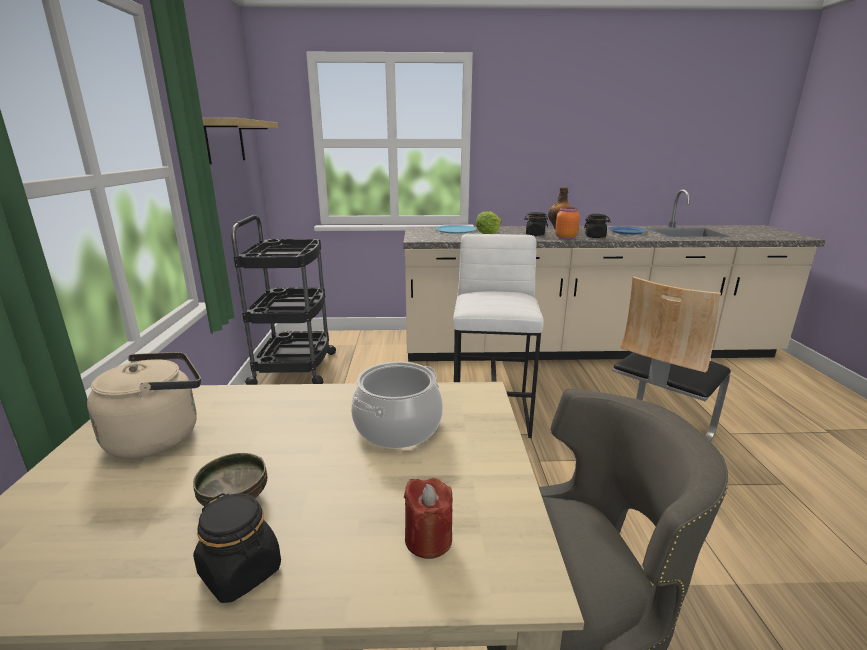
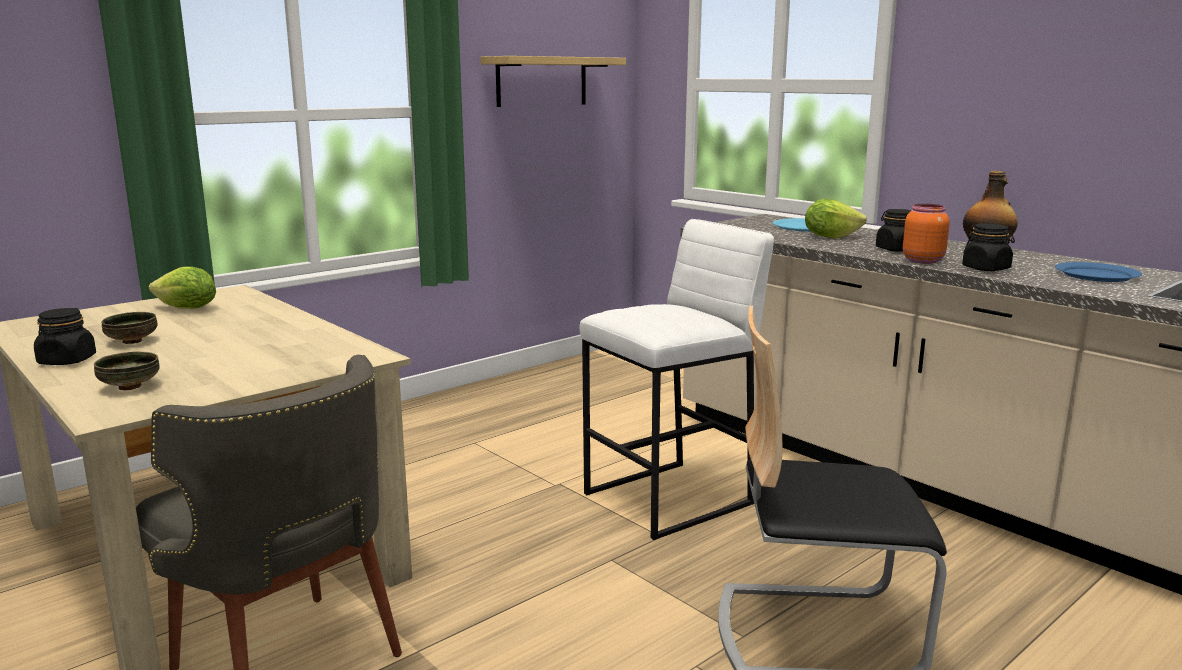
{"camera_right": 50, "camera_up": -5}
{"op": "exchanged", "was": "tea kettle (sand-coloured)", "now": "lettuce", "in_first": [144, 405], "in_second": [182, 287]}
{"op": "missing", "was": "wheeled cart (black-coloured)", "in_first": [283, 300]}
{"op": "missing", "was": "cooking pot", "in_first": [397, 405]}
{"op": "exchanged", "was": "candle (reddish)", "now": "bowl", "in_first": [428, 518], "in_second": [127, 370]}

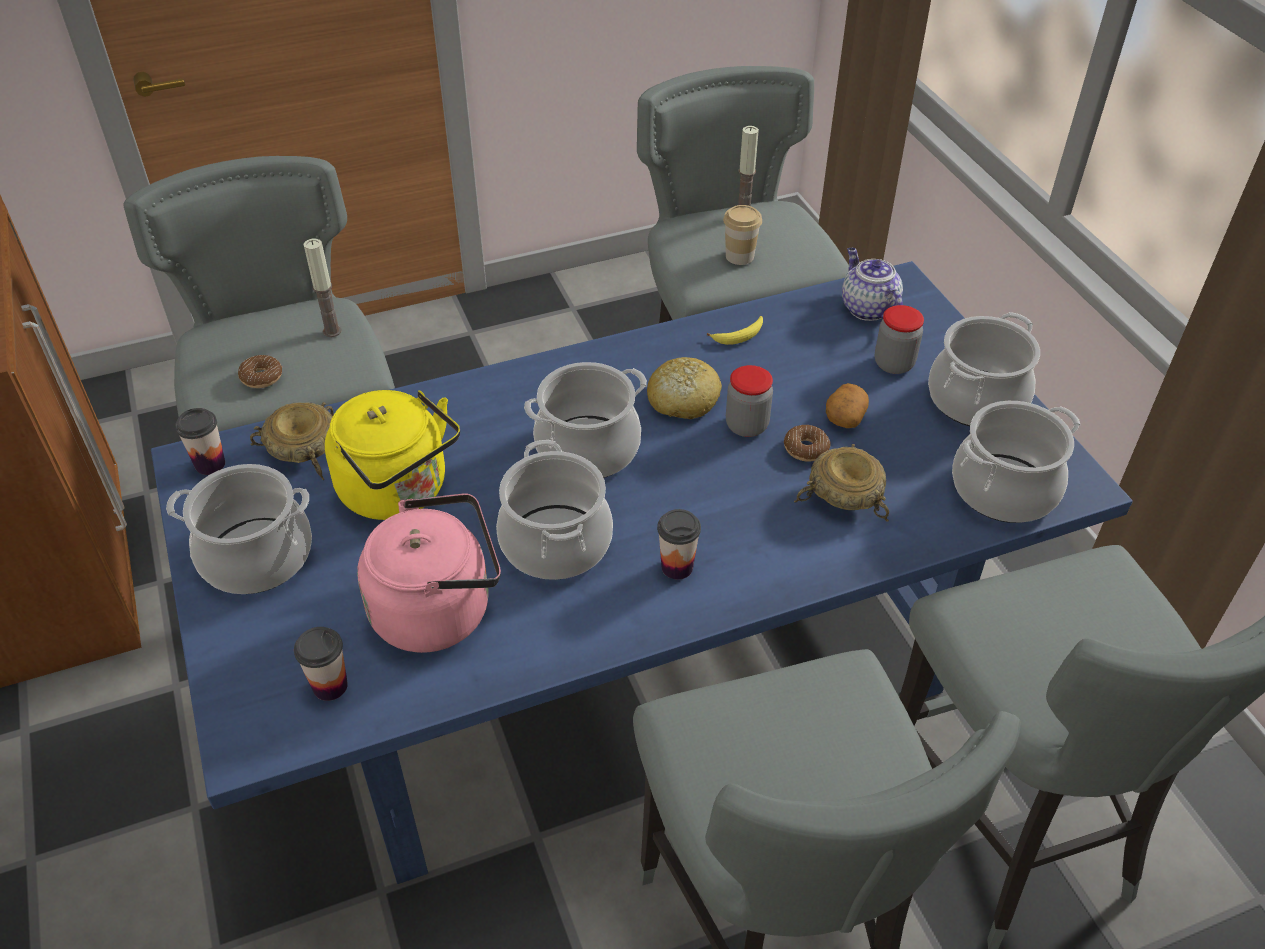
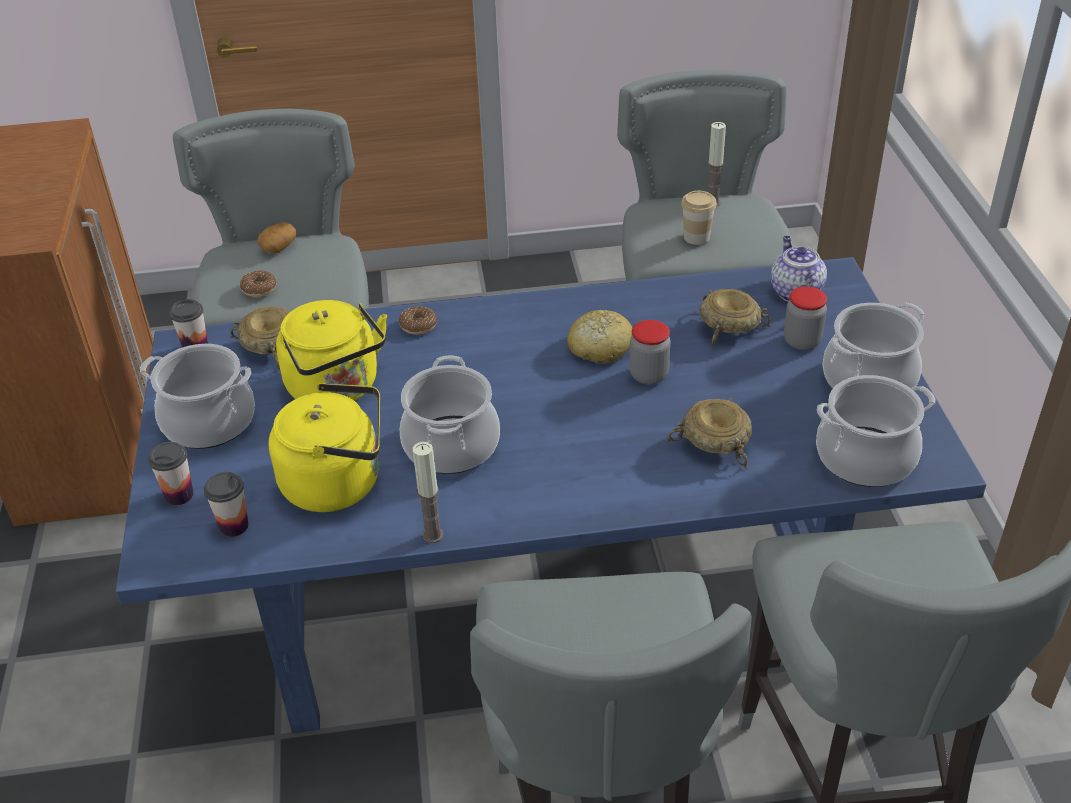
{"camera_right": 15, "camera_up": -5}
{"op": "relocated", "was": "candle", "in_first": [322, 288], "in_second": [428, 492]}
{"op": "colour", "was": "tea kettle (pink)", "now": "tea kettle (yellow-coloured)", "in_first": [429, 573], "in_second": [324, 447]}
{"op": "missing", "was": "cooking pot", "in_first": [585, 420]}
{"op": "relocated", "was": "drinking cup", "in_first": [679, 544], "in_second": [170, 473]}
{"op": "missing", "was": "banana", "in_first": [735, 330]}
{"op": "relocated", "was": "doughnut", "in_first": [807, 443], "in_second": [418, 320]}
{"op": "relocated", "was": "spud", "in_first": [847, 405], "in_second": [276, 238]}
{"op": "appeared", "now": "bowl (sand-coloured)", "in_second": [735, 319]}

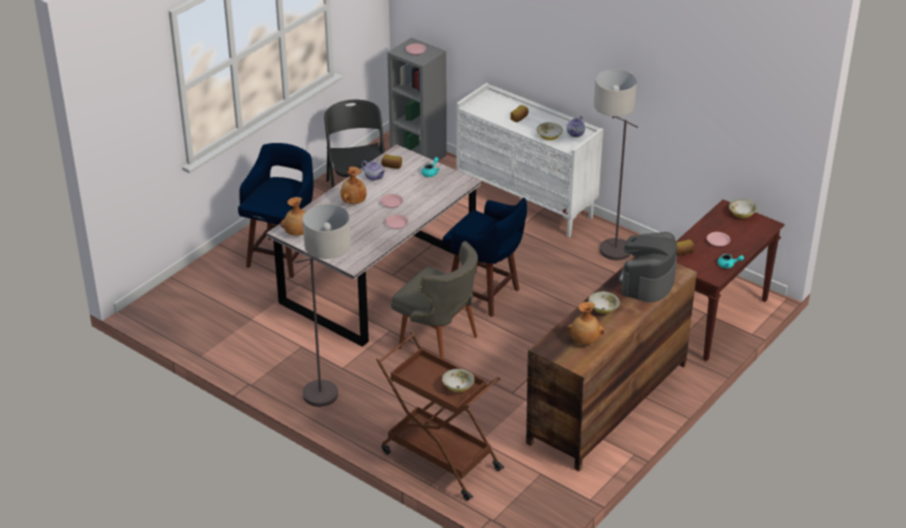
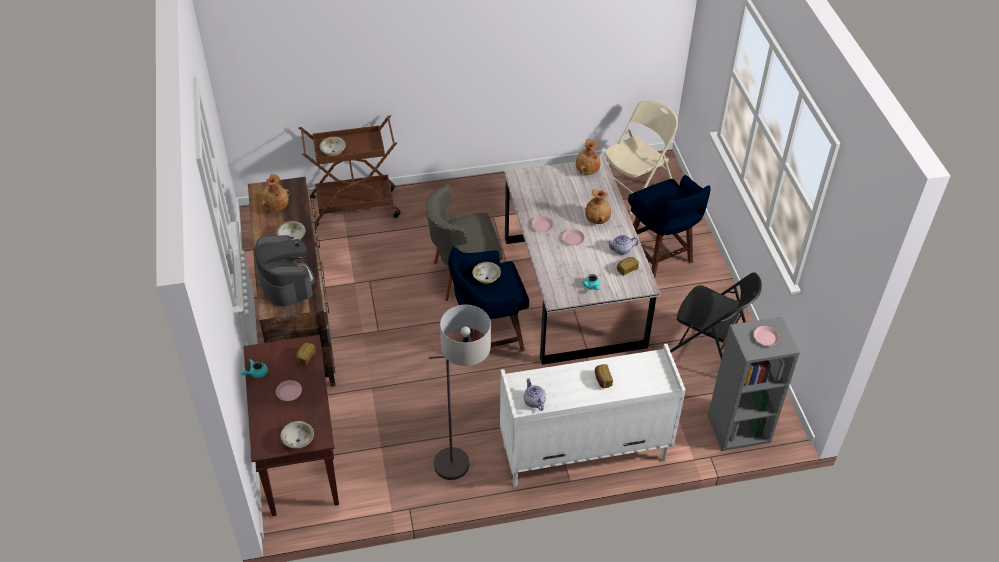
{"camera_right": 130, "camera_up": 10}
{"op": "missing", "was": "standing lamp (gray)", "in_first": [322, 305]}
{"op": "relocated", "was": "bowl", "in_first": [549, 131], "in_second": [486, 273]}
{"op": "appeared", "now": "upright chair (sand-coloured)", "in_second": [641, 157]}

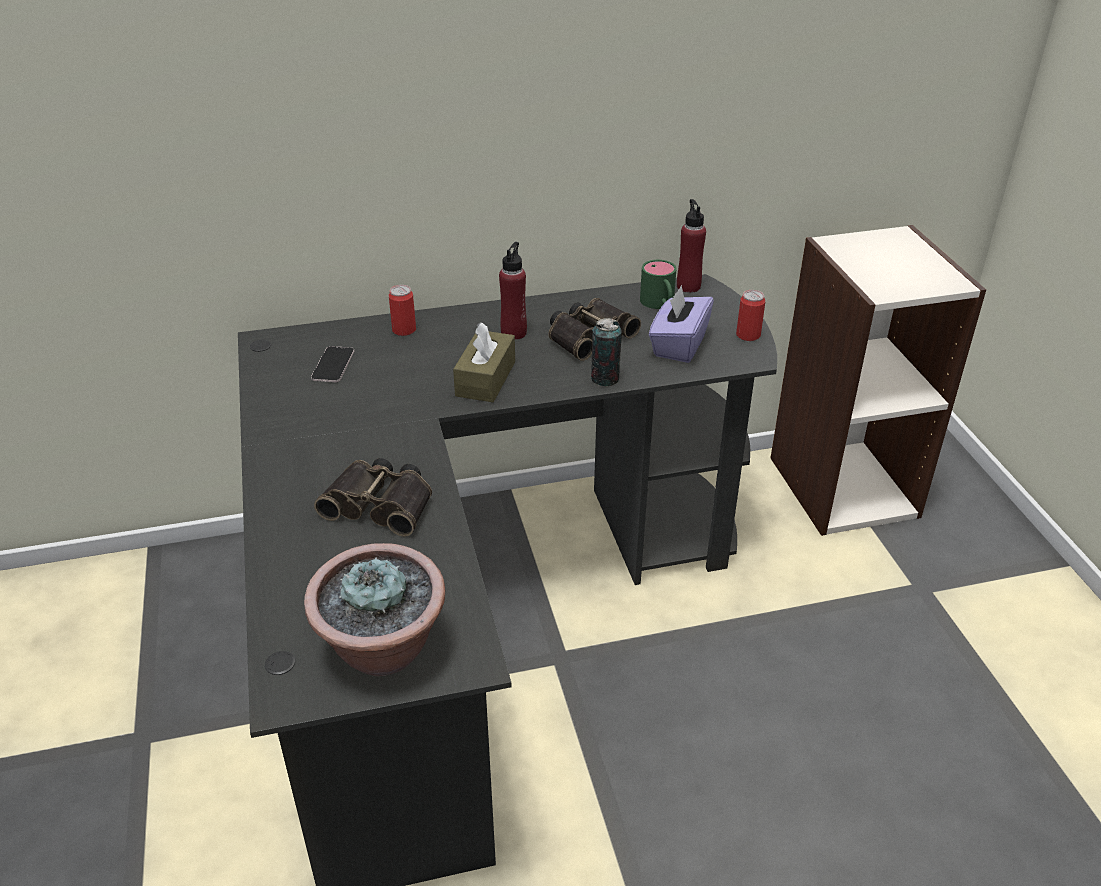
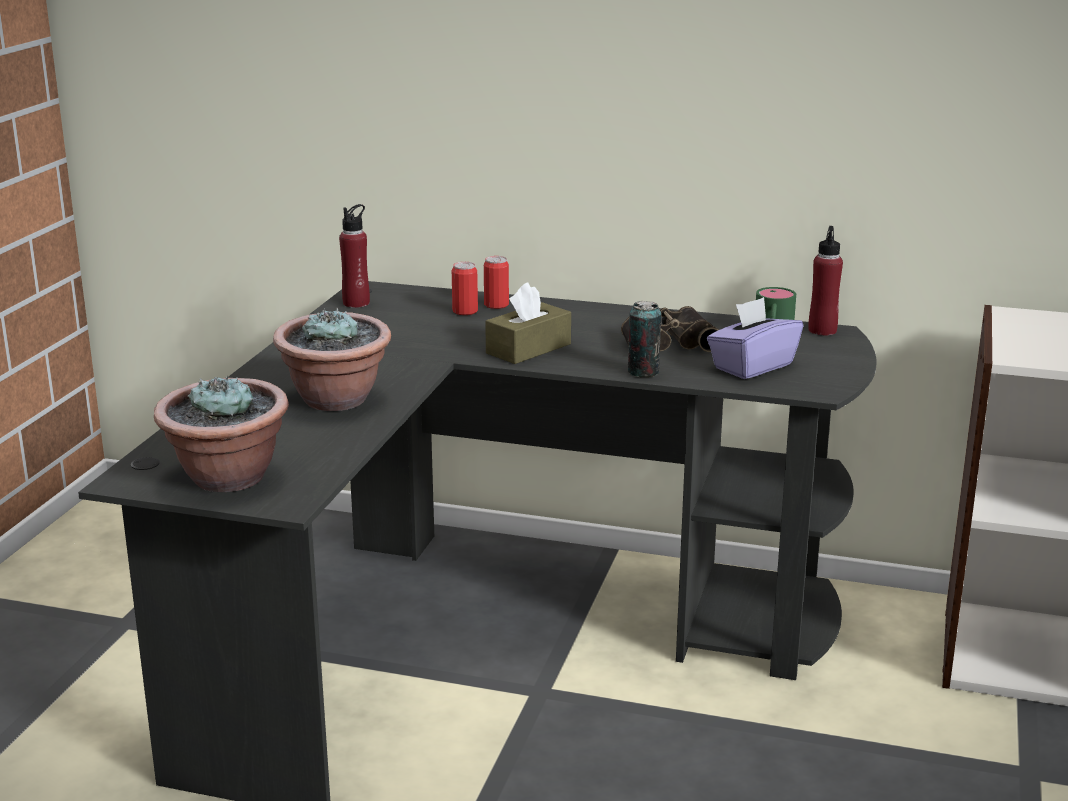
{"camera_right": 30, "camera_up": -15}
{"op": "missing", "was": "telephone", "in_first": [332, 364]}
{"op": "exchanged", "was": "field glasses", "now": "plant in a pot", "in_first": [373, 497], "in_second": [332, 359]}
{"op": "relocated", "was": "beverage bottle (reddish)", "in_first": [513, 291], "in_second": [354, 256]}
{"op": "relocated", "was": "metal can", "in_first": [750, 315], "in_second": [465, 288]}

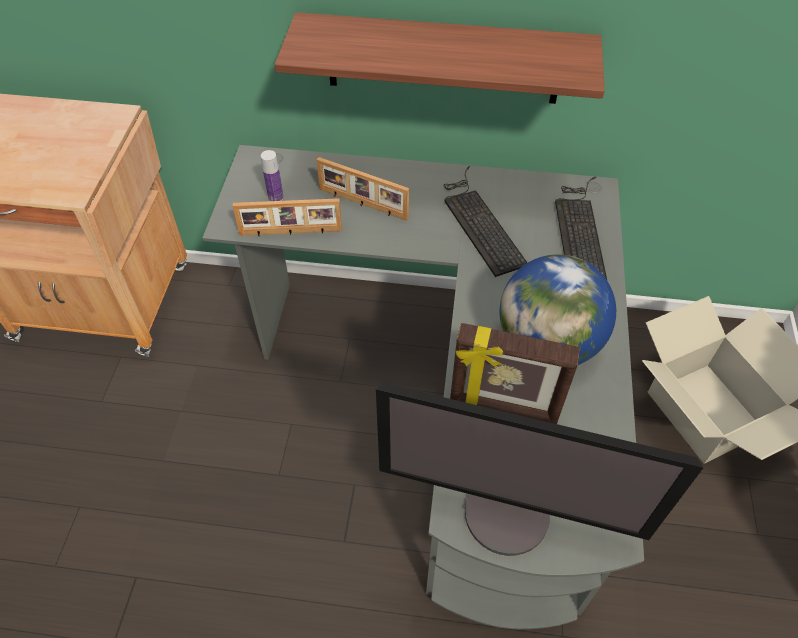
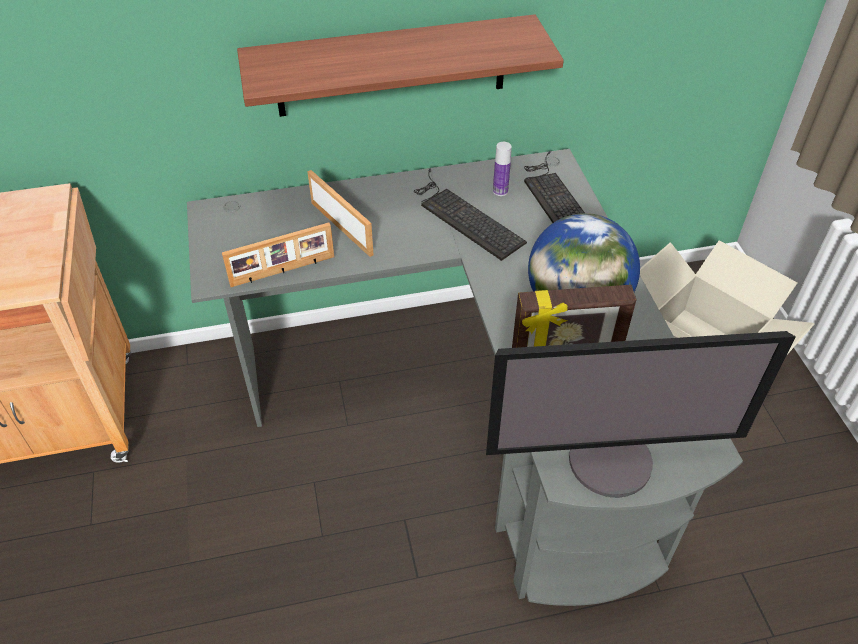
{"camera_right": -20, "camera_up": -5}
{"op": "relocated", "was": "beverage bottle", "in_first": [272, 175], "in_second": [502, 169]}
{"op": "spun", "was": "photo frame", "in_first": [362, 189], "in_second": [340, 213], "clockwise": -135}

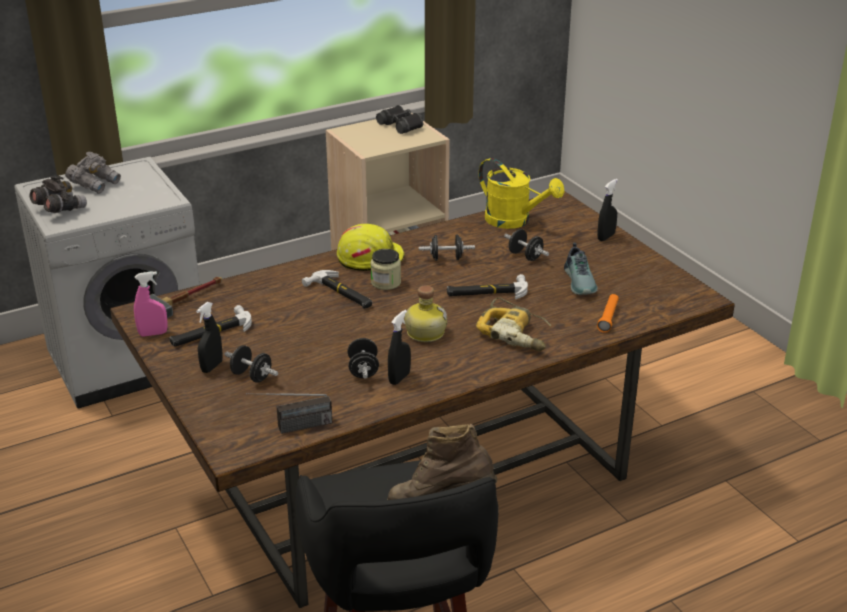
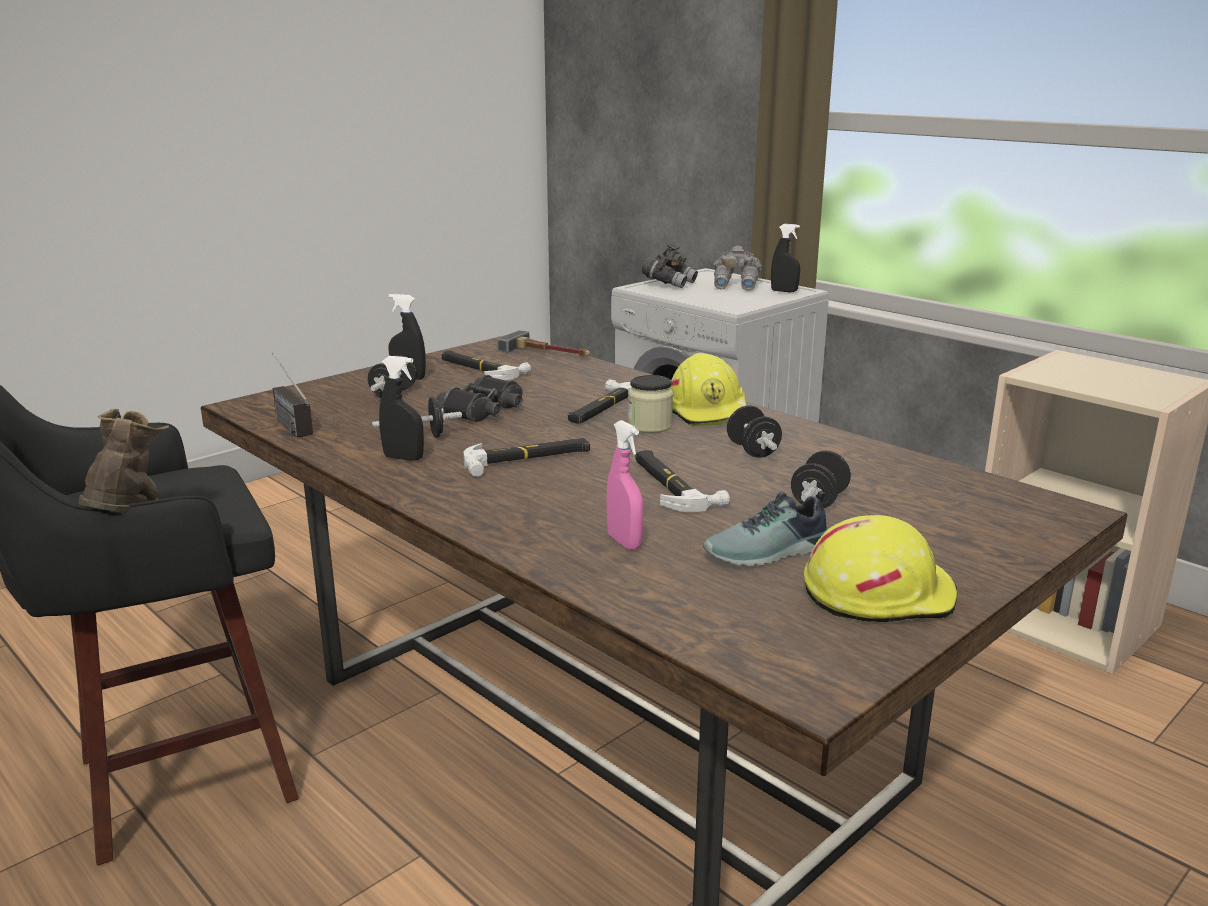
{"camera_right": 75, "camera_up": -10}
{"op": "relocated", "was": "hand sprayer (pink)", "in_first": [151, 304], "in_second": [625, 485]}
{"op": "relocated", "was": "field glasses (black-coloured)", "in_first": [399, 119], "in_second": [479, 398]}
{"op": "exchanged", "was": "beverage bottle", "now": "tool hammer", "in_first": [425, 313], "in_second": [527, 457]}
{"op": "missing", "was": "power drill", "in_first": [513, 324]}
{"op": "missing", "was": "sprinkling can (yellow-coloured)", "in_first": [521, 193]}
{"op": "relocated", "was": "hand sprayer (black-coloured)", "in_first": [607, 210], "in_second": [785, 258]}
{"op": "missing", "was": "torch (orange)", "in_first": [608, 313]}
{"op": "appeared", "now": "hard hat (yellow-coloured)", "in_second": [880, 568]}

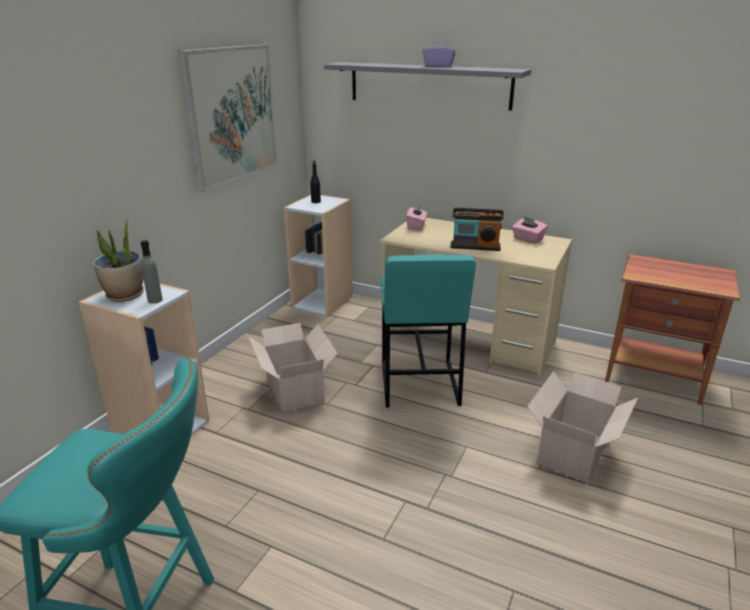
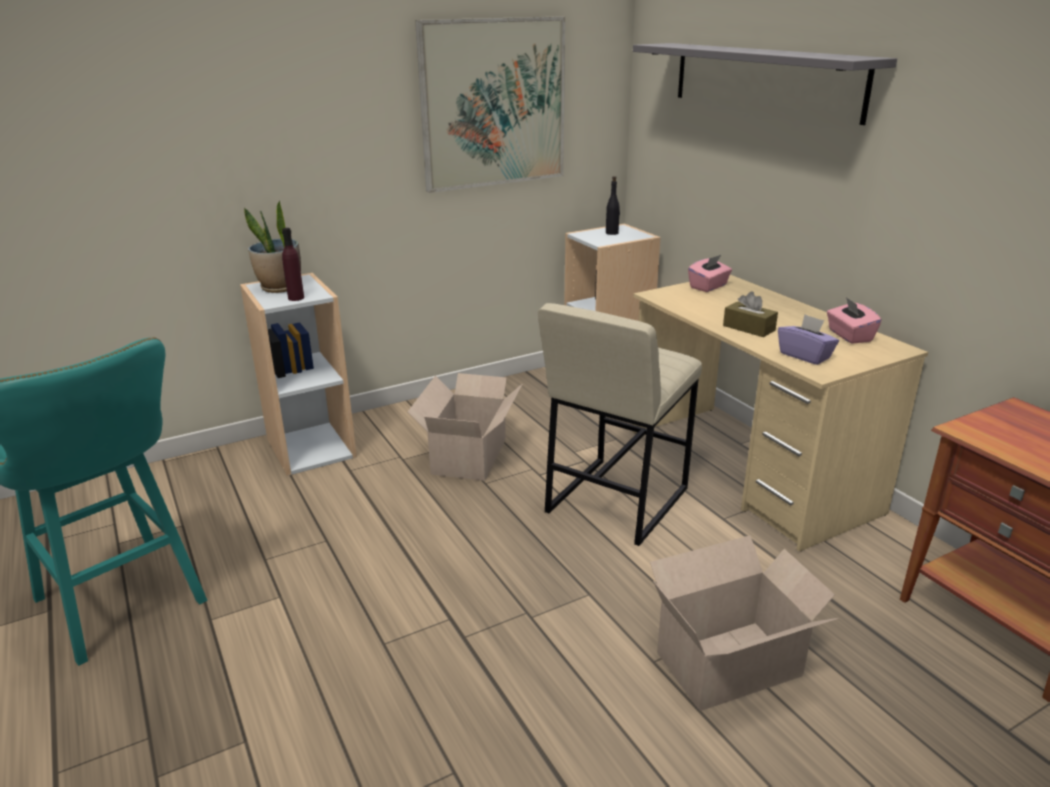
{"camera_right": 35, "camera_up": 0}
{"op": "colour", "was": "beverage bottle (gray)", "now": "beverage bottle (purplish)", "in_first": [151, 272], "in_second": [293, 264]}
{"op": "colour", "was": "upright chair (blue-green)", "now": "upright chair (sand-coloured)", "in_first": [428, 331], "in_second": [620, 424]}
{"op": "relocated", "was": "tissue holder (purplish)", "in_first": [439, 53], "in_second": [808, 340]}
{"op": "exchanged", "was": "radio receiver", "now": "tissue holder (brown-coloured)", "in_first": [477, 229], "in_second": [750, 314]}

